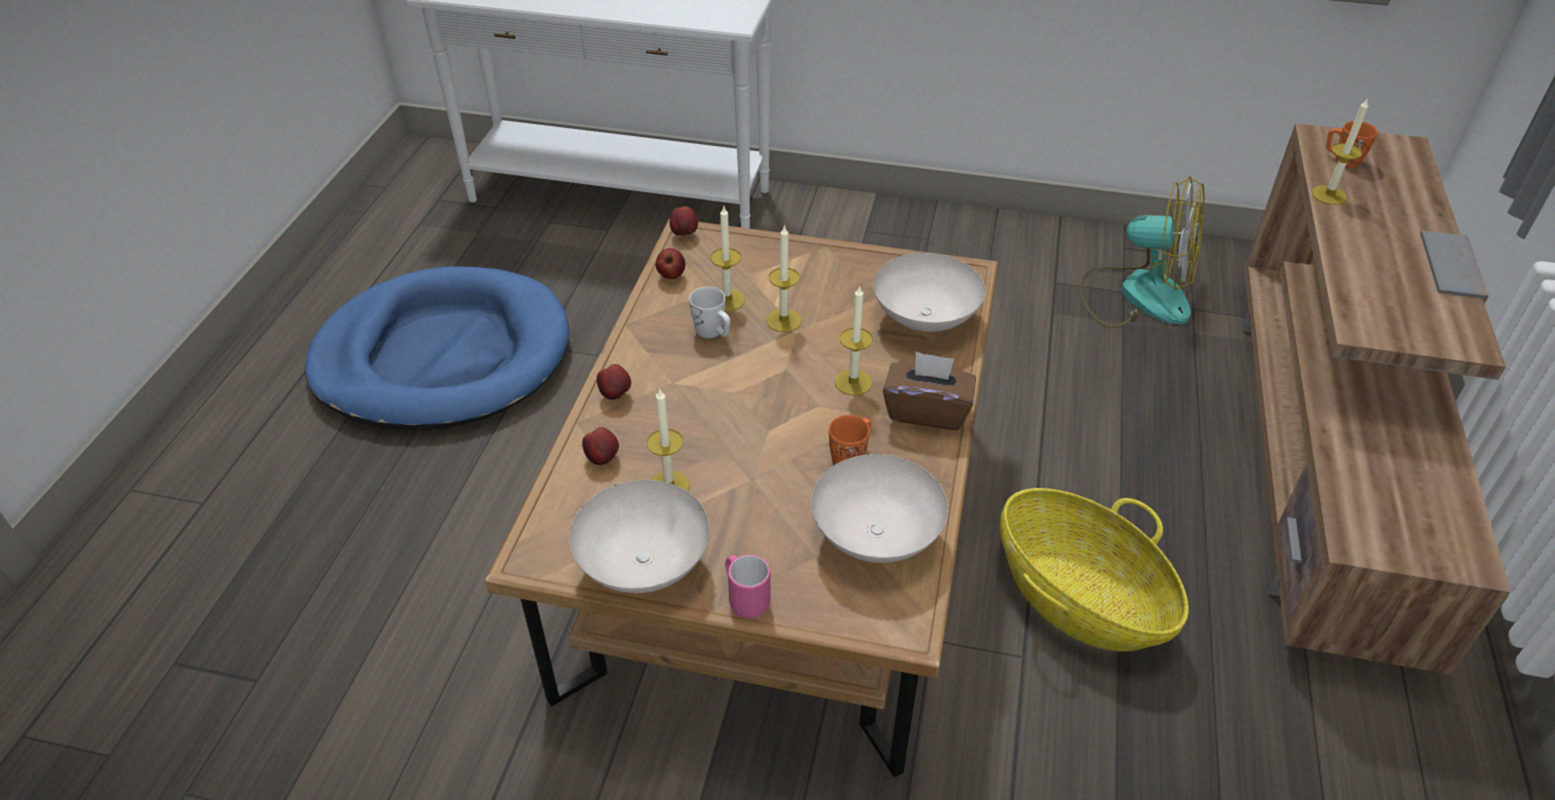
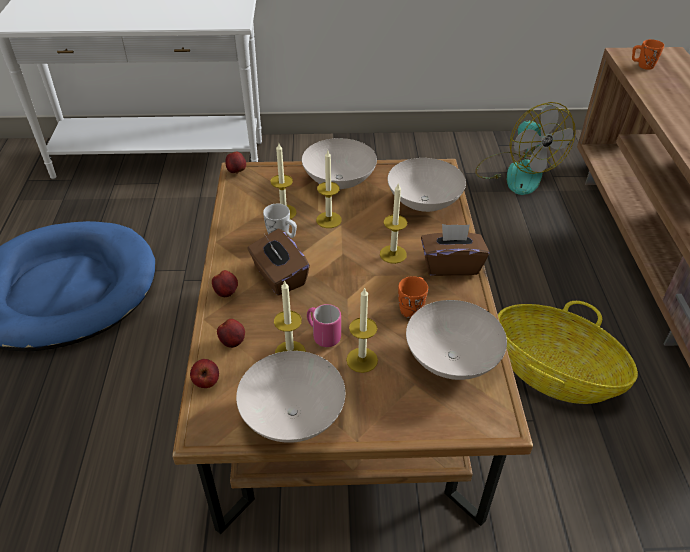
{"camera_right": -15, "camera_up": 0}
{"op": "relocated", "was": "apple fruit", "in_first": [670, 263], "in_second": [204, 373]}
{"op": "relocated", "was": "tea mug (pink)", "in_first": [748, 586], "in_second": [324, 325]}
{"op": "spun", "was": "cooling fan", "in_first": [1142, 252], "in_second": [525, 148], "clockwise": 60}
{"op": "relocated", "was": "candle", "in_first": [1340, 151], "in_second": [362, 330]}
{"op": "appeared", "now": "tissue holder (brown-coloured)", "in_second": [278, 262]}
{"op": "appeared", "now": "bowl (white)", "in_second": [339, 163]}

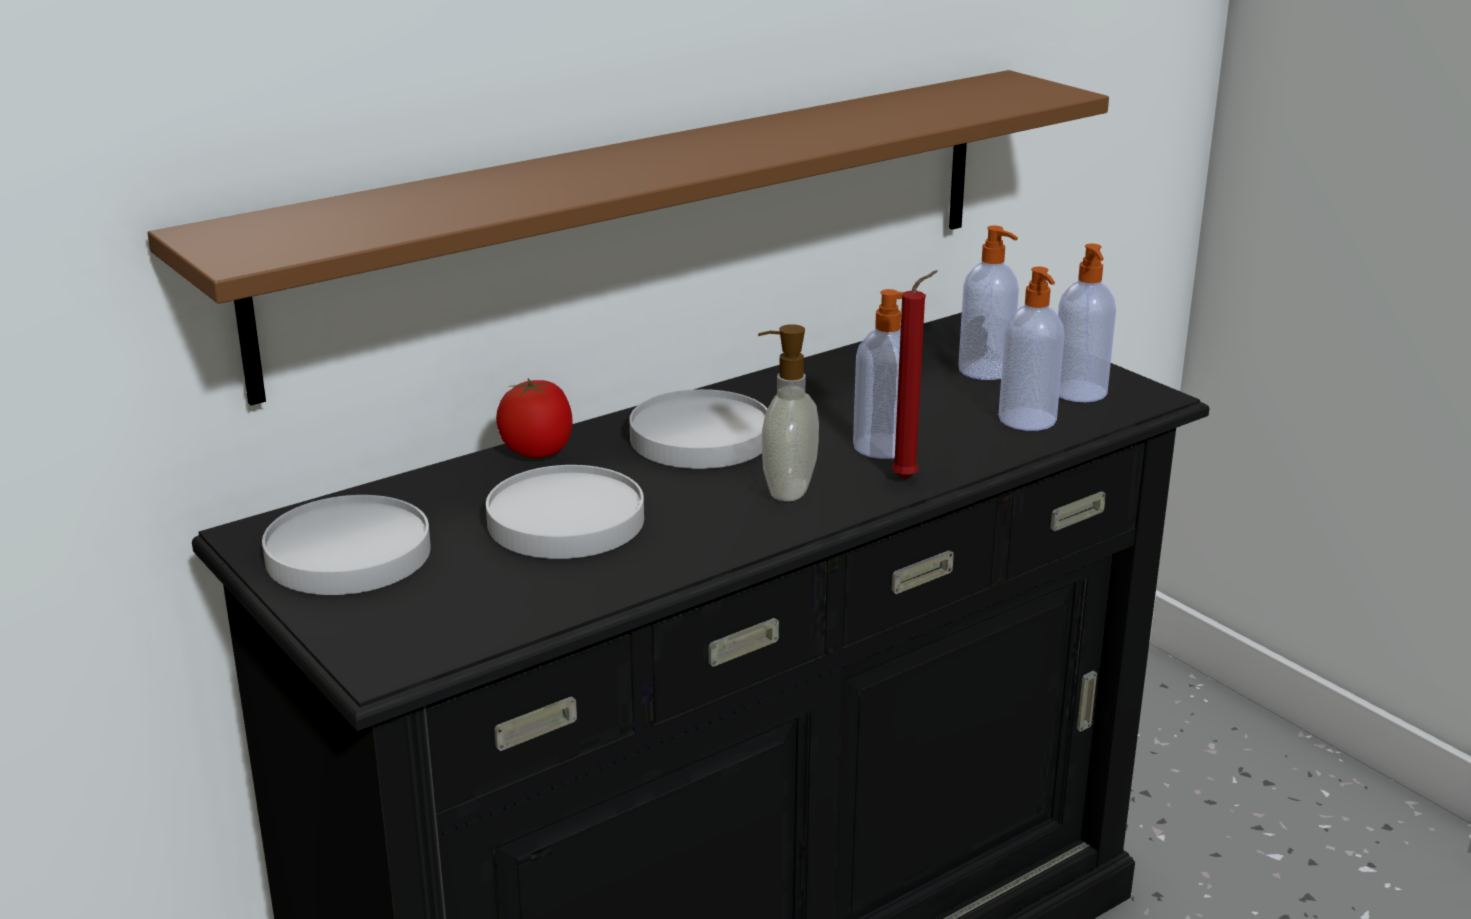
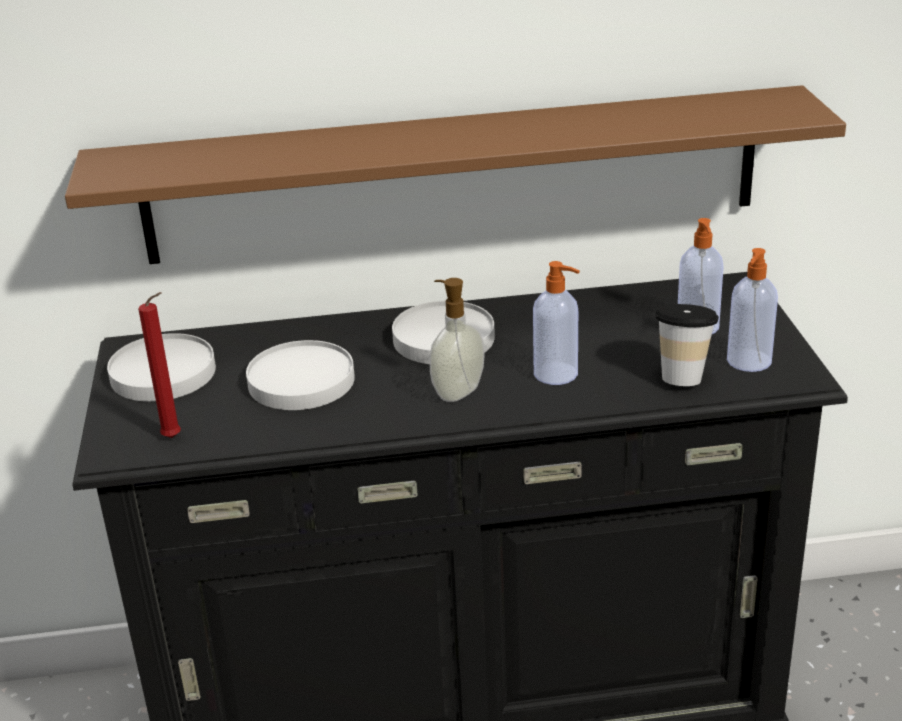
{"camera_right": 30, "camera_up": 5}
{"op": "missing", "was": "fresh tomato", "in_first": [534, 418]}
{"op": "relocated", "was": "candle (reddish)", "in_first": [915, 374], "in_second": [159, 365]}
{"op": "exchanged", "was": "liquid soap bottle", "now": "drinking cup", "in_first": [1032, 349], "in_second": [687, 345]}

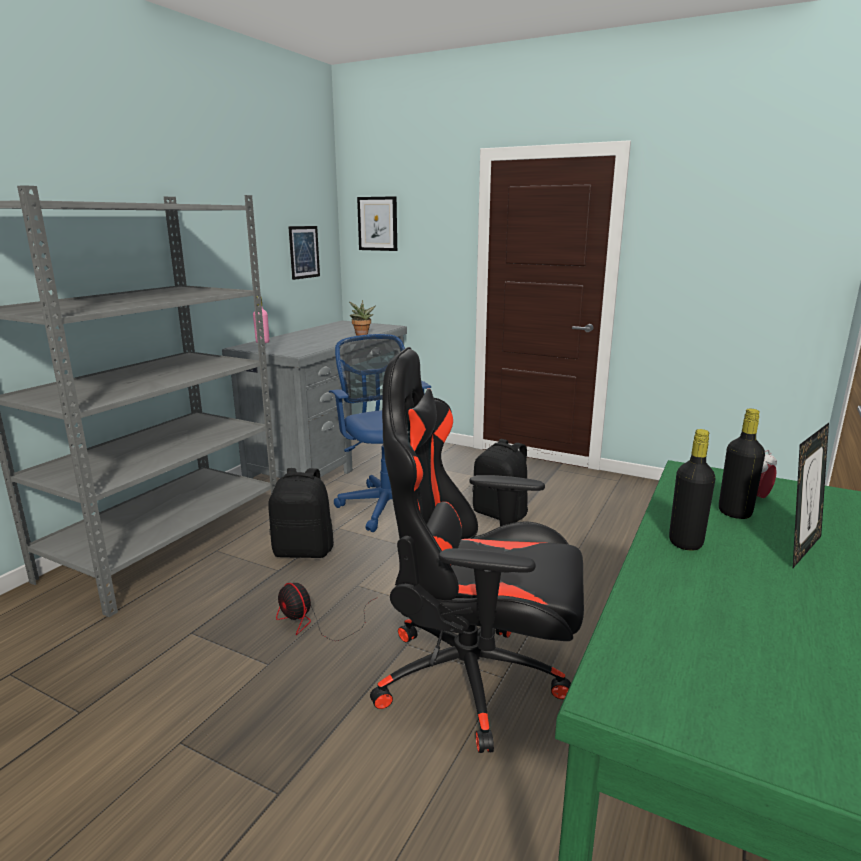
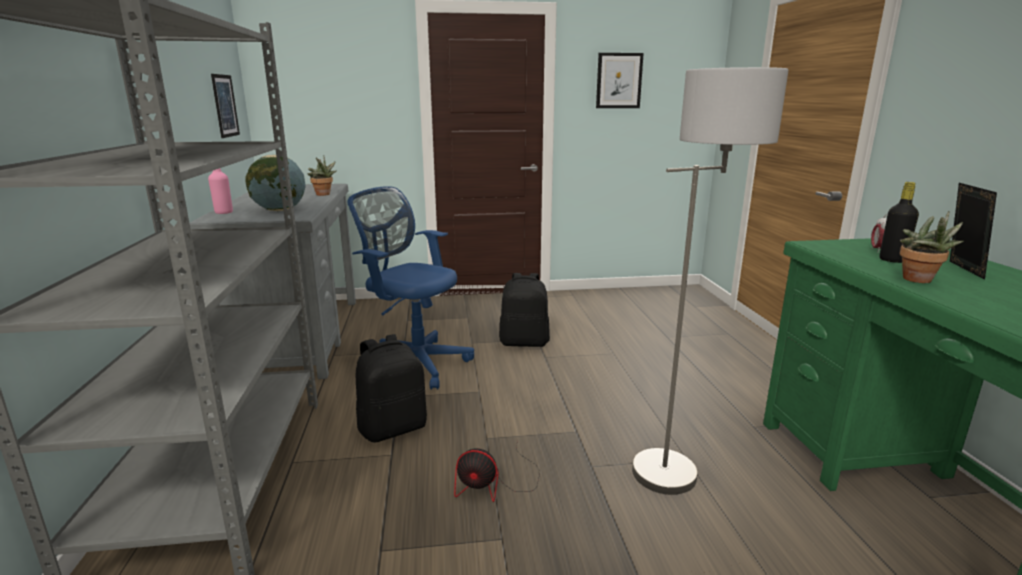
{"camera_right": -35, "camera_up": 0}
{"op": "relocated", "was": "wall art", "in_first": [377, 223], "in_second": [620, 80]}
{"op": "exchanged", "was": "computer chair (black-coloured)", "now": "standing lamp (gray)", "in_first": [477, 550], "in_second": [710, 281]}
{"op": "exchanged", "was": "beverage bottle (black-coloured)", "now": "plant in a pot", "in_first": [692, 489], "in_second": [932, 247]}
{"op": "appeared", "now": "globe", "in_second": [275, 183]}

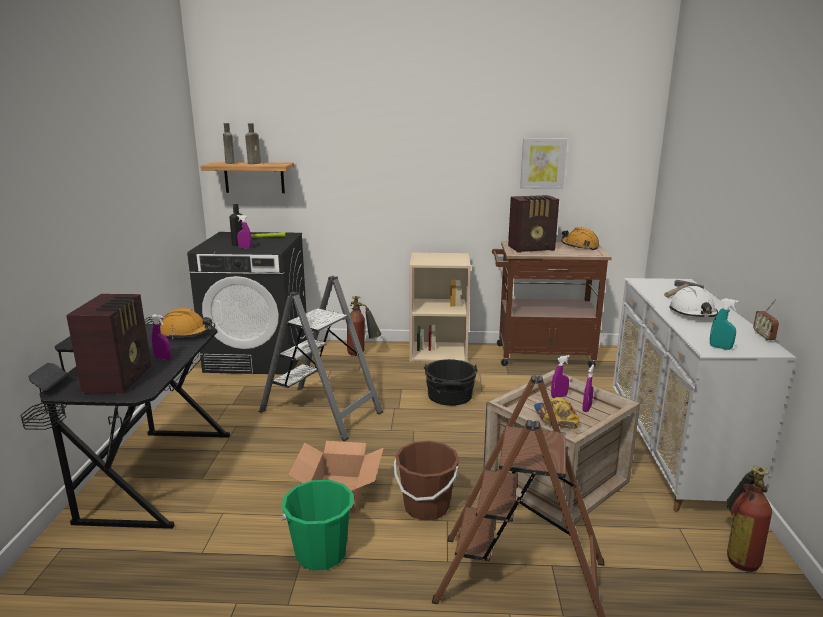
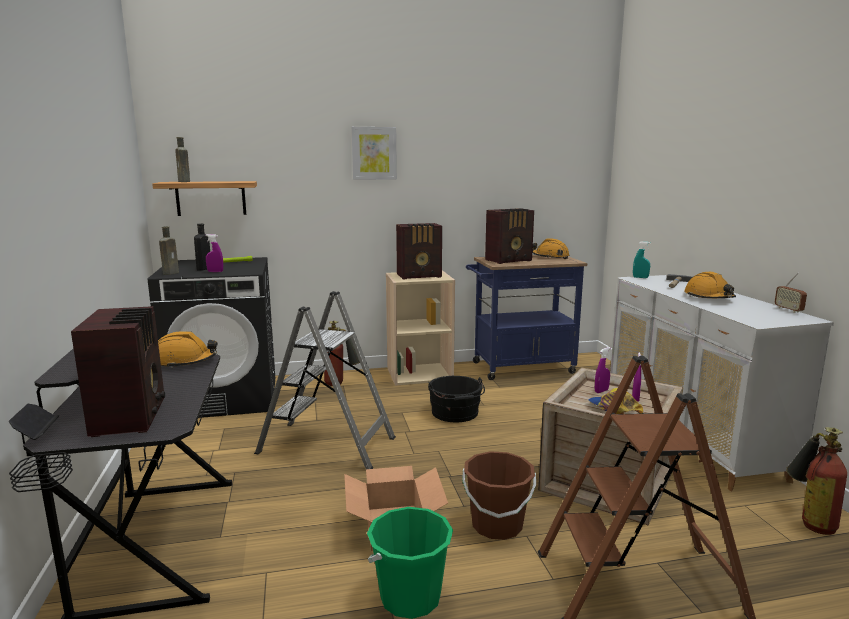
{"camera_right": -15, "camera_up": -5}
{"op": "missing", "was": "hand sprayer (purplish)", "in_first": [161, 337]}
{"op": "relocated", "was": "beverage bottle (brown-coloured)", "in_first": [253, 143], "in_second": [169, 250]}
{"op": "colour", "was": "wheeled cart (brown-coloured)", "now": "wheeled cart (blue)", "in_first": [552, 304], "in_second": [526, 317]}
{"op": "relocated", "was": "wall art", "in_first": [543, 163], "in_second": [374, 153]}
{"op": "colour", "was": "hard hat (white)", "now": "hard hat (orange)", "in_first": [694, 301], "in_second": [710, 285]}
{"op": "relocated", "was": "hand sprayer (blue-green)", "in_first": [724, 324], "in_second": [641, 259]}
{"op": "appeared", "now": "radio receiver", "in_second": [419, 251]}

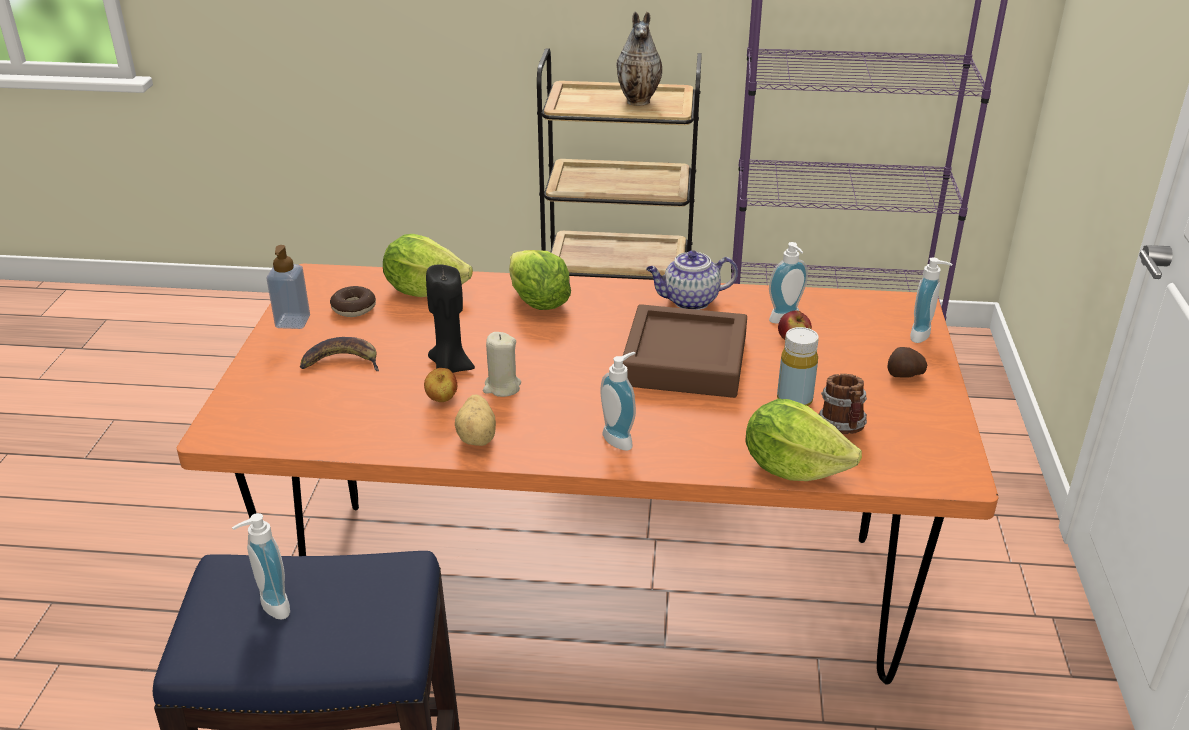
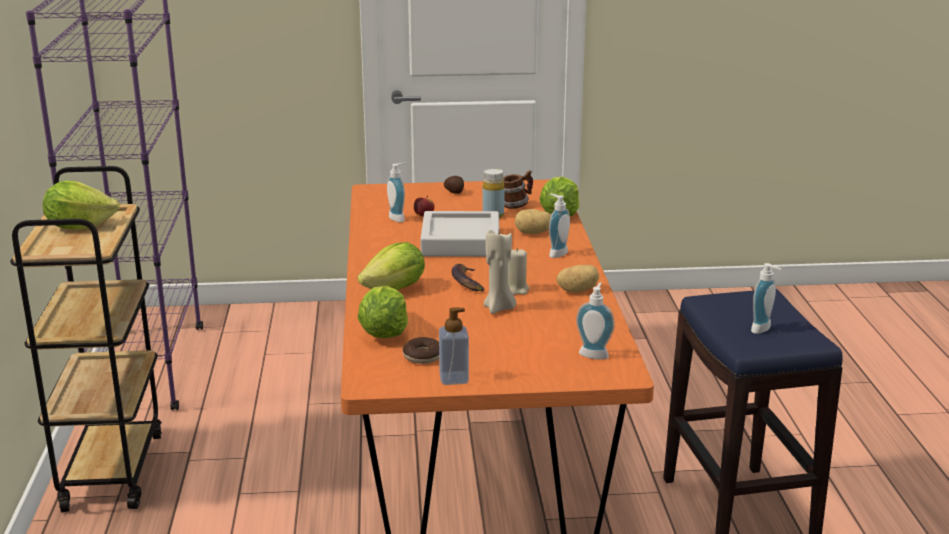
{"camera_right": -100, "camera_up": -10}
{"op": "relocated", "was": "banana", "in_first": [339, 354], "in_second": [467, 277]}
{"op": "missing", "was": "apple fruit", "in_first": [441, 385]}
{"op": "colour", "was": "candle (black-coloured)", "now": "candle (sand-coloured)", "in_first": [450, 318], "in_second": [500, 272]}
{"op": "exchanged", "was": "flower vase", "now": "lettuce", "in_first": [639, 58], "in_second": [81, 205]}
{"op": "colour", "was": "serving tray (brown-coloured)", "now": "serving tray (gray)", "in_first": [685, 351], "in_second": [460, 234]}
{"op": "missing", "was": "teapot", "in_first": [692, 280]}
{"op": "relocated", "was": "liquid soap bottle", "in_first": [931, 300], "in_second": [595, 320]}
{"op": "appeared", "now": "spud", "in_second": [533, 221]}

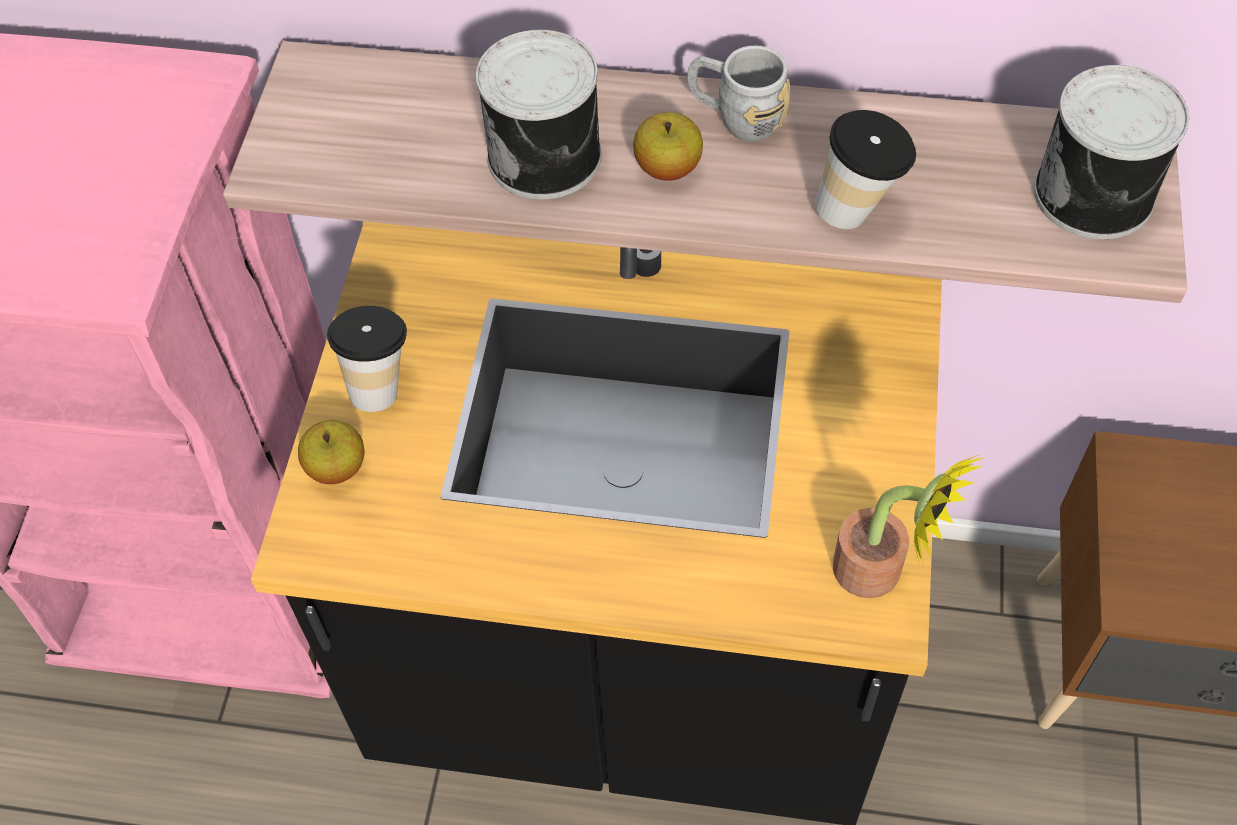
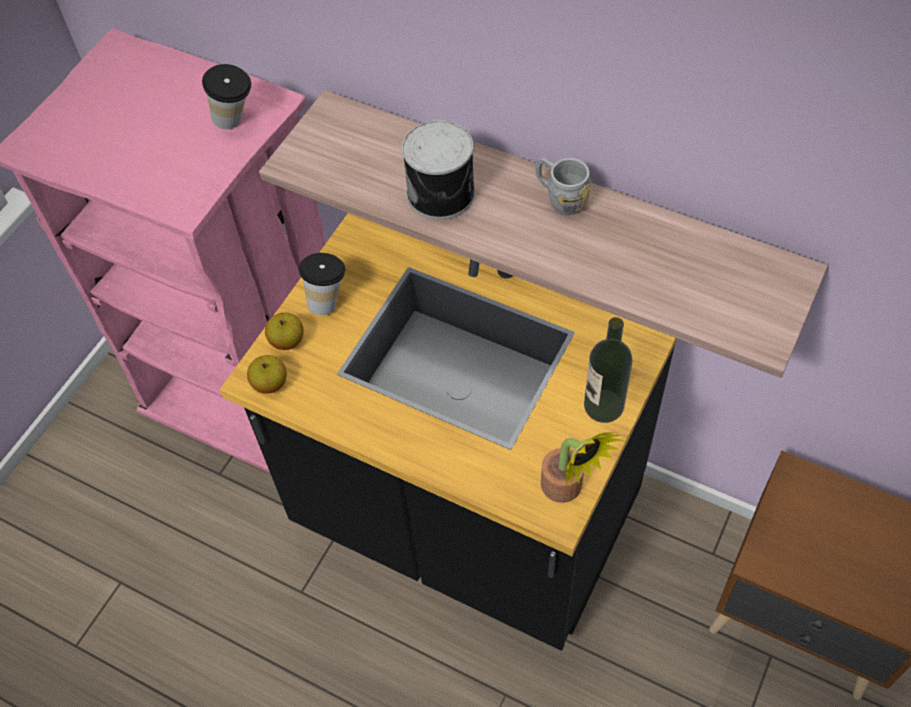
{"camera_right": 20, "camera_up": 0}
{"op": "relocated", "was": "apple fruit", "in_first": [668, 146], "in_second": [267, 374]}
{"op": "relocated", "was": "drinking cup", "in_first": [865, 169], "in_second": [226, 96]}
{"op": "missing", "was": "metal can", "in_first": [1111, 152]}
{"op": "appeared", "now": "beverage bottle", "in_second": [608, 370]}

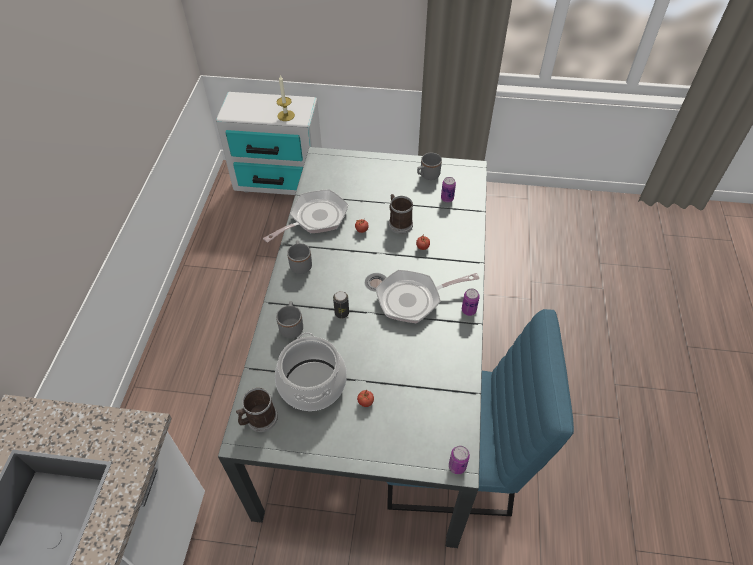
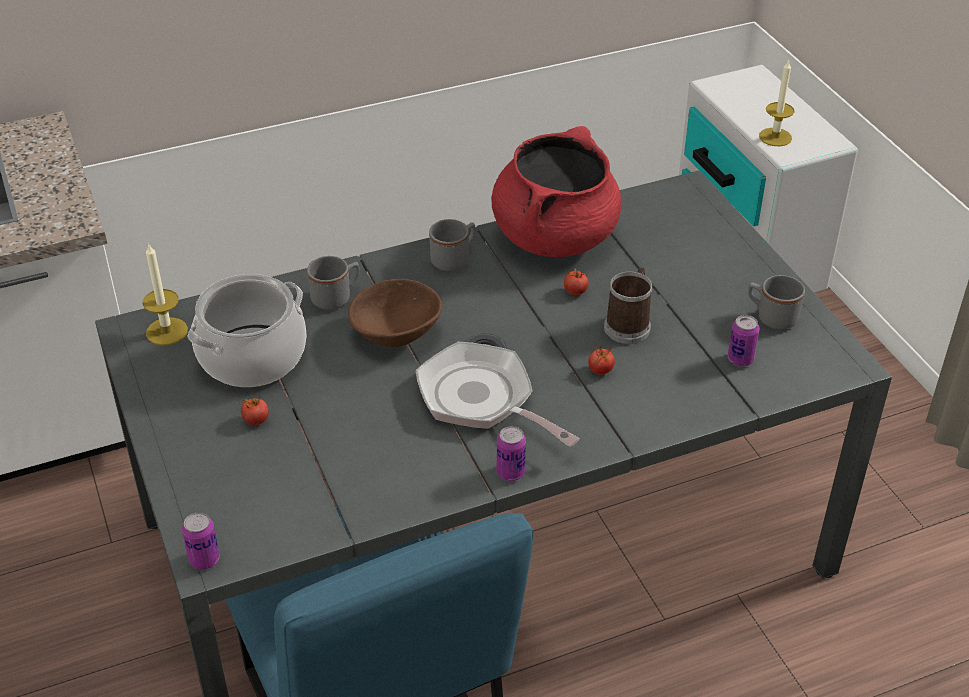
{"camera_right": 60, "camera_up": -10}
{"op": "exchanged", "was": "tea mug", "now": "candle", "in_first": [257, 410], "in_second": [165, 294]}
{"op": "exchanged", "was": "pan", "now": "cooking pot (reddish)", "in_first": [306, 215], "in_second": [556, 191]}
{"op": "exchanged", "was": "metal can", "now": "bowl (brown-coloured)", "in_first": [341, 304], "in_second": [395, 313]}

